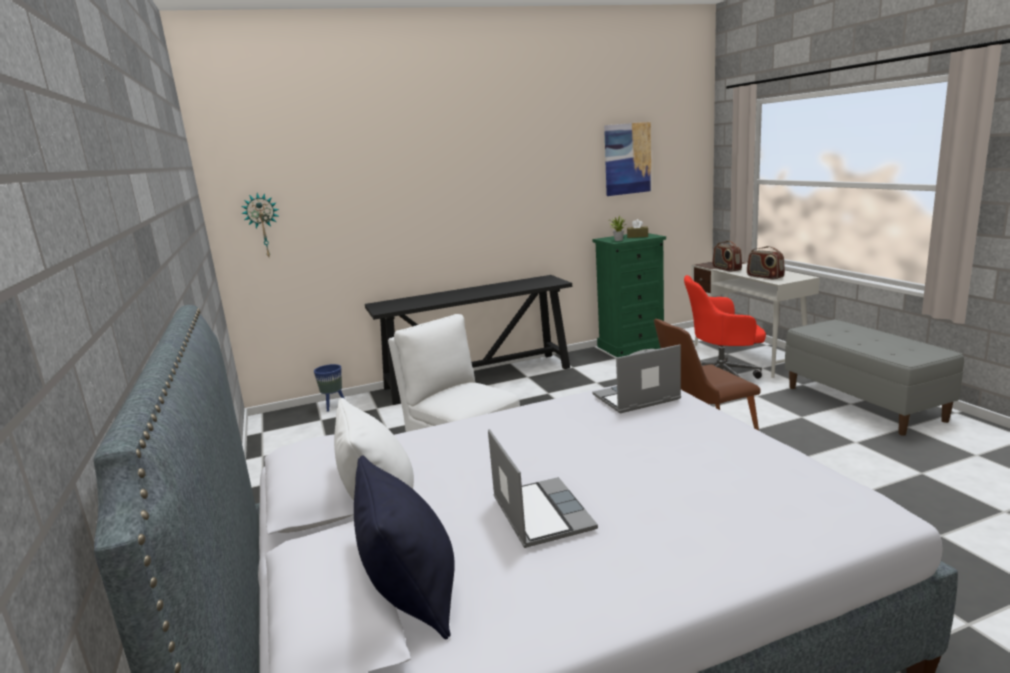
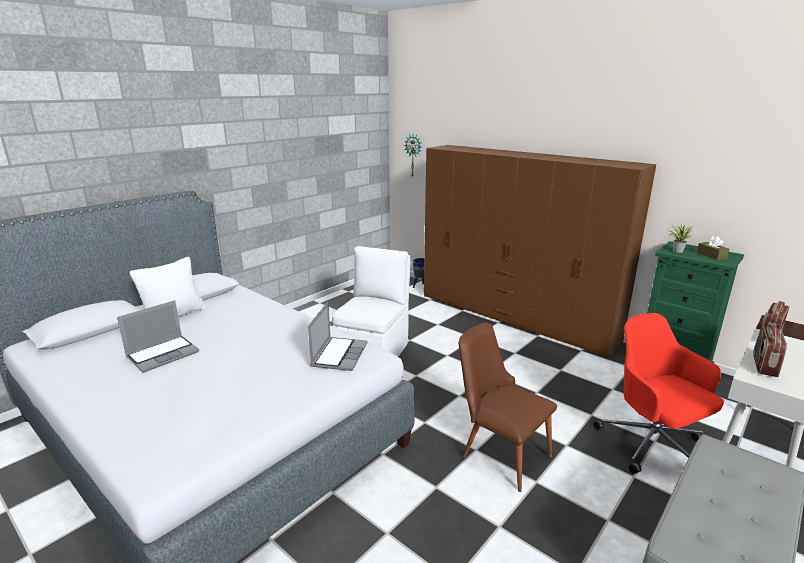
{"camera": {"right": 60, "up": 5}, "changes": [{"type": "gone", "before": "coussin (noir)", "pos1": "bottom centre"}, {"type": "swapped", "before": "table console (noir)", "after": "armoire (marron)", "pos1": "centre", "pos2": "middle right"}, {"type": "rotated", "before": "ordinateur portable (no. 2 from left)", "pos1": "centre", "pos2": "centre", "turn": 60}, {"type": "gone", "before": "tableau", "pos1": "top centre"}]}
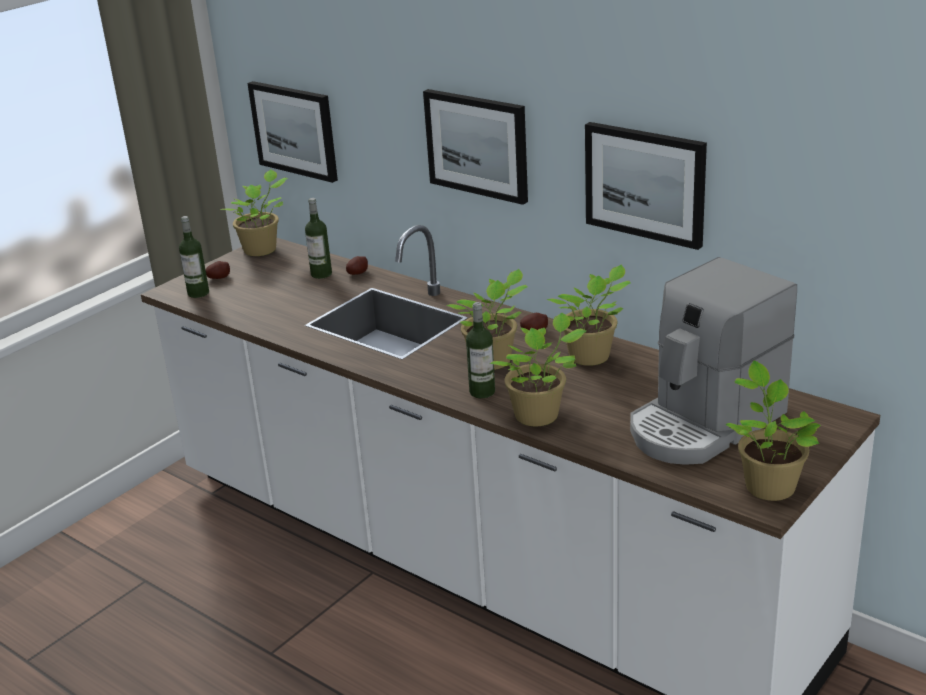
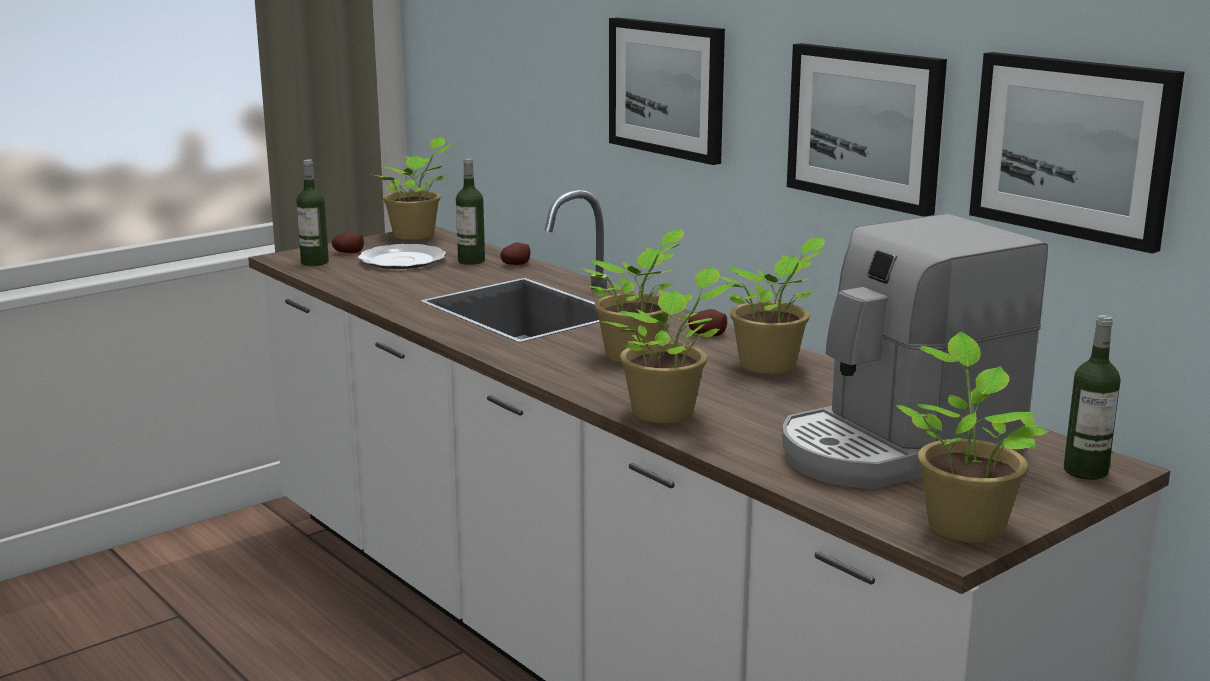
{"camera": {"right": 10, "up": -10}, "changes": [{"type": "shifted", "before": "tableau (no. 1 from left in the first image)", "after": "tableau (no. 3 from left)", "pos1": "top left", "pos2": "top right"}, {"type": "shifted", "before": "bouteille (no. 3 from left)", "pos1": "centre", "pos2": "middle right"}, {"type": "new", "after": "assiette", "pos2": "middle left"}]}
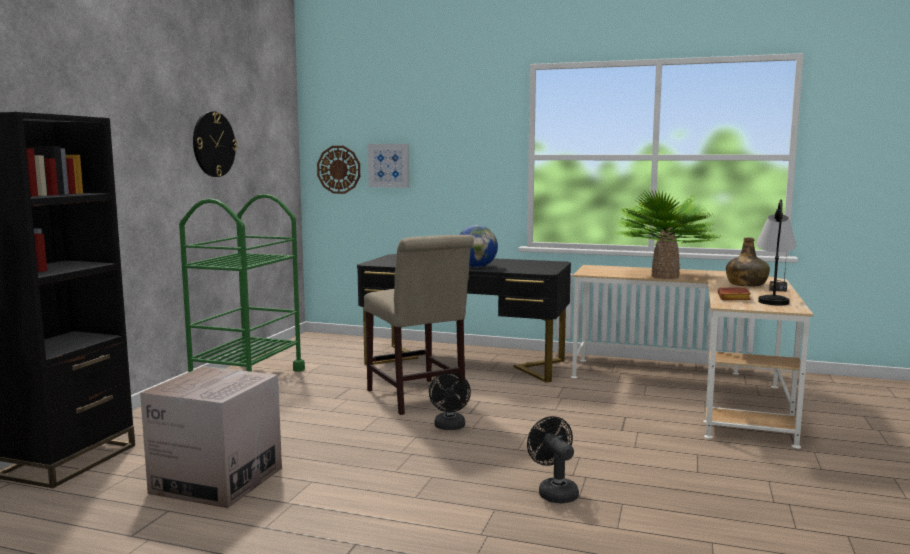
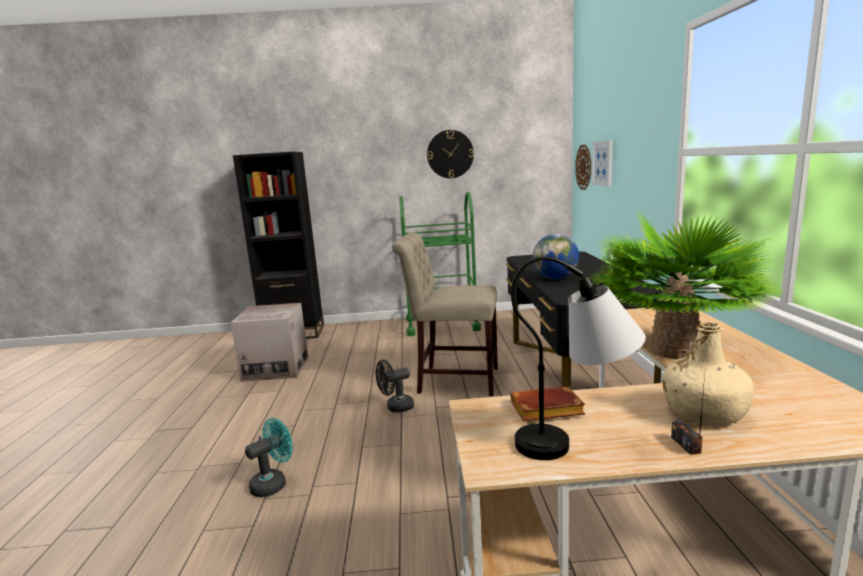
{"camera": {"right": 70, "up": 5}, "changes": [{"type": "rotated", "before": "chaise (beige)", "pos1": "centre", "pos2": "centre", "turn": 60}, {"type": "repainted", "before": "ventilateur (noir) (no. 2 from left)", "after": "ventilateur (turquoise)", "pos1": "bottom centre", "pos2": "bottom left"}, {"type": "repainted", "before": "bouteille (vert)", "after": "bouteille (beige)", "pos1": "middle right", "pos2": "middle right"}]}
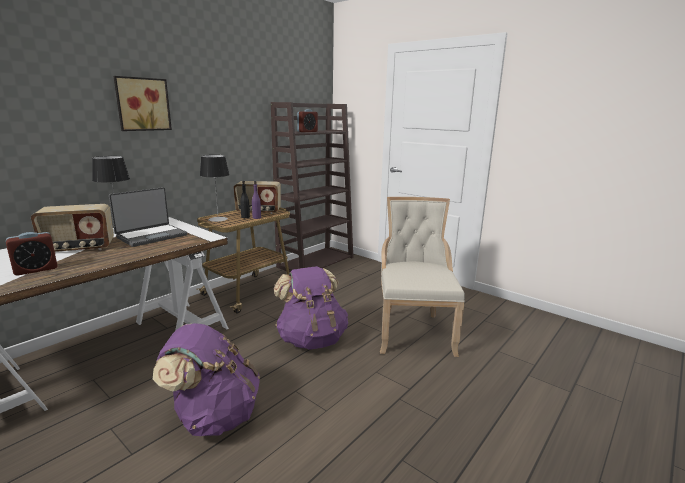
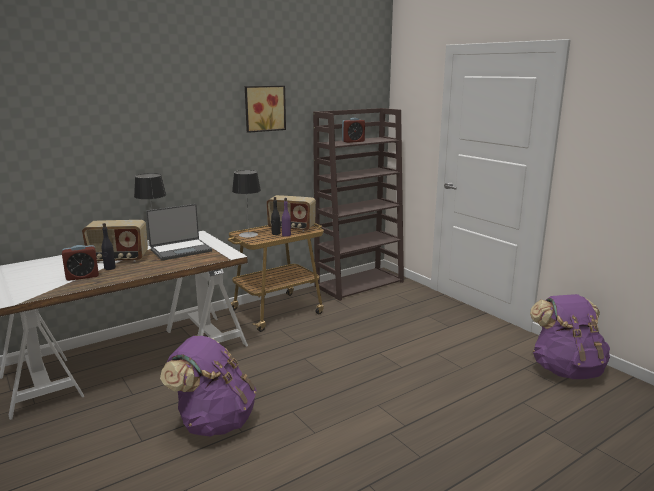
{"camera": {"right": 15, "up": 0}, "changes": [{"type": "shifted", "before": "tableau", "pos1": "top left", "pos2": "top centre"}, {"type": "shifted", "before": "sac à dos (violet) (no. 2 from left)", "pos1": "centre", "pos2": "bottom right"}, {"type": "gone", "before": "chaise (beige)", "pos1": "centre"}, {"type": "new", "after": "bouteille (noir) (no. 1 from left)", "pos2": "middle left"}]}
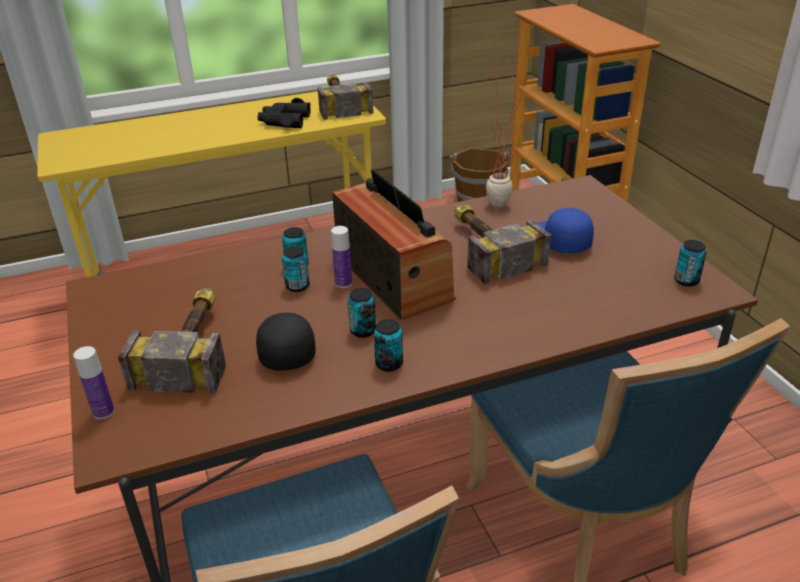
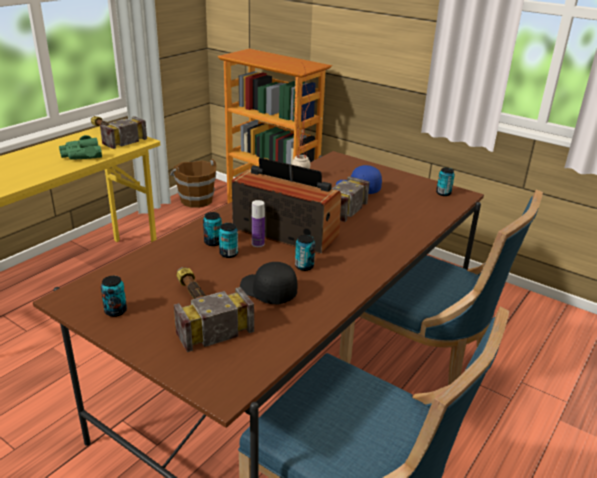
{"camera": {"right": -35, "up": -5}, "changes": [{"type": "gone", "before": "bouteille (no. 1 from left)", "pos1": "middle left"}, {"type": "repainted", "before": "jumelles (noir)", "after": "jumelles (vert)", "pos1": "top centre", "pos2": "top left"}, {"type": "shifted", "before": "boîte métallique (no. 4 from left in the first image)", "after": "boîte métallique (no. 1 from left)", "pos1": "centre", "pos2": "middle left"}]}
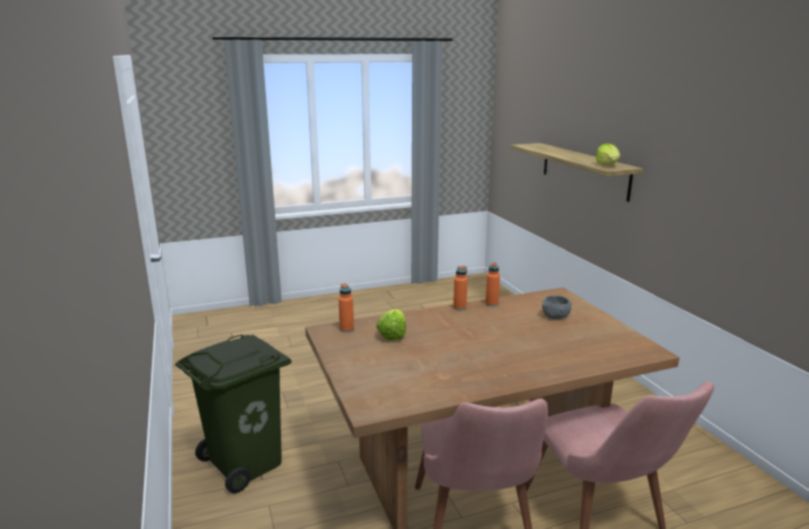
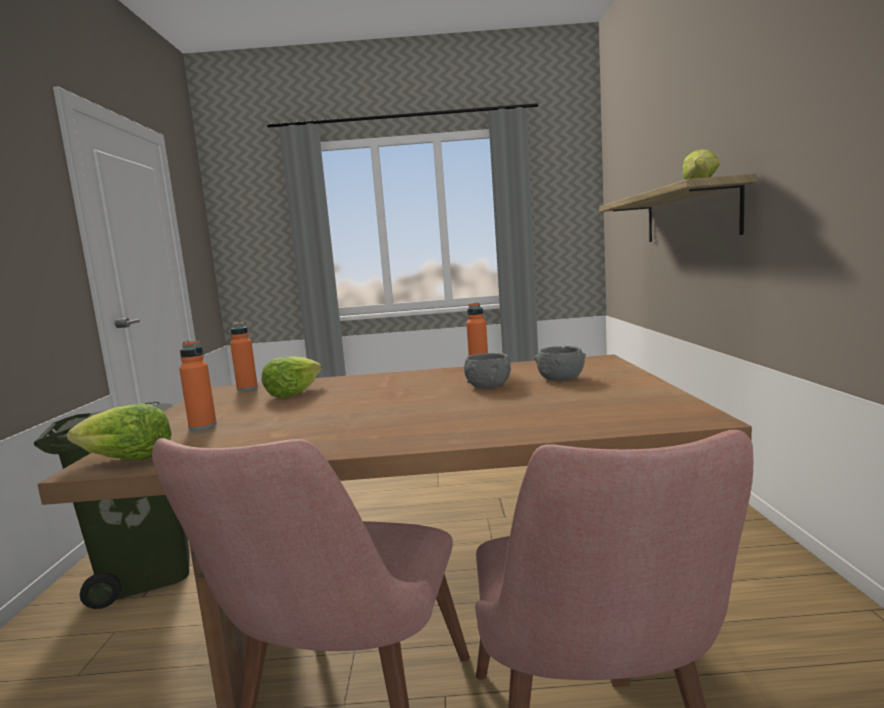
{"camera": {"right": 20, "up": -10}, "changes": [{"type": "shifted", "before": "bouteille (orange) (no. 2 from left in the first image)", "after": "bouteille (orange) (no. 1 from left)", "pos1": "centre", "pos2": "middle left"}, {"type": "new", "after": "laitue (no. 1 from left)", "pos2": "middle left"}, {"type": "new", "after": "bol (gris) (no. 1 from left)", "pos2": "centre"}]}
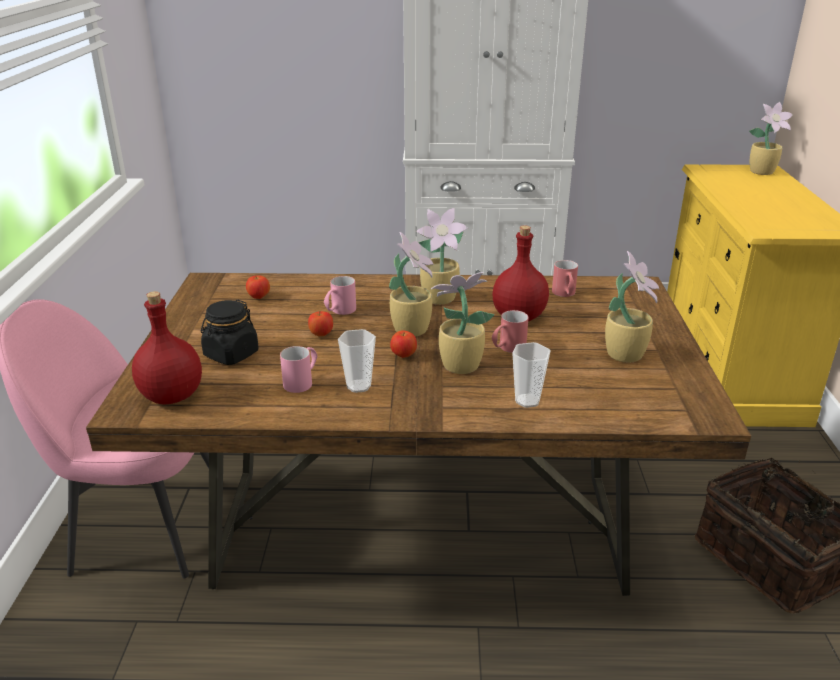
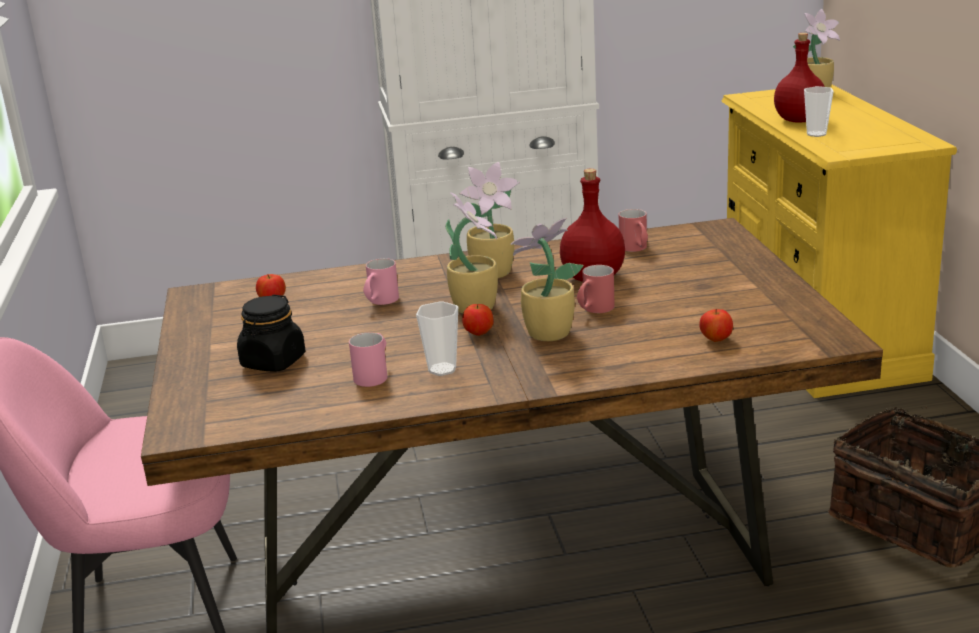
{"camera": {"right": -10, "up": -5}, "changes": [{"type": "shifted", "before": "bouteille (rouge) (no. 1 from left in the first image)", "after": "bouteille (rouge) (no. 2 from left)", "pos1": "middle left", "pos2": "top right"}, {"type": "shifted", "before": "pomme (no. 2 from left in the first image)", "after": "pomme (no. 3 from left)", "pos1": "centre", "pos2": "middle right"}, {"type": "shifted", "before": "tasse (no. 2 from left)", "pos1": "centre", "pos2": "top right"}, {"type": "gone", "before": "plante en pot (no. 4 from left)", "pos1": "middle right"}]}
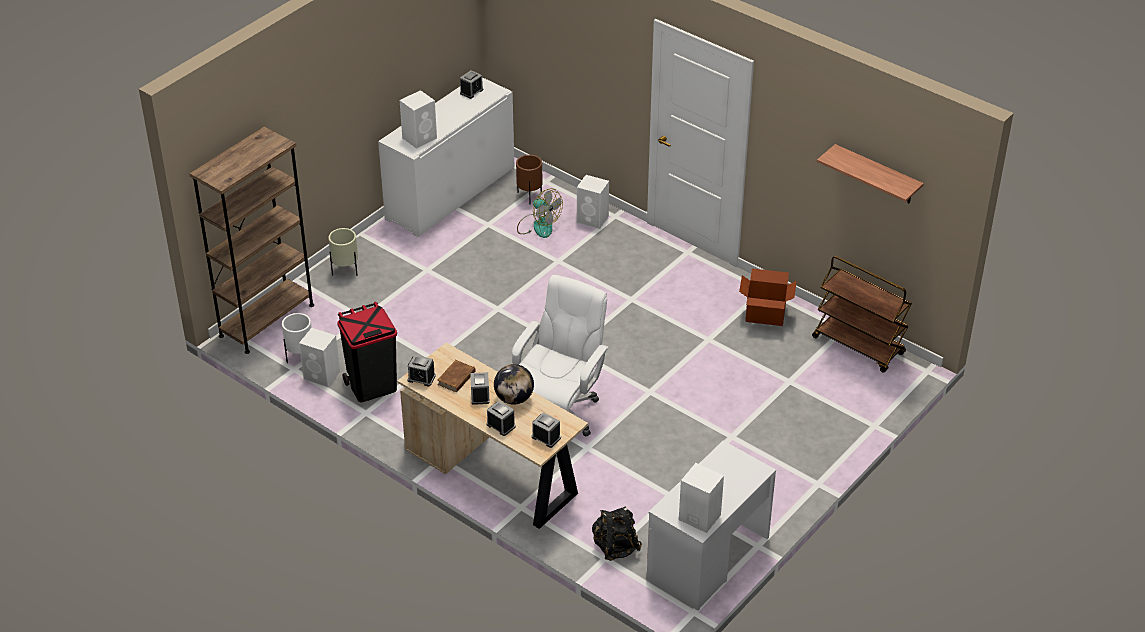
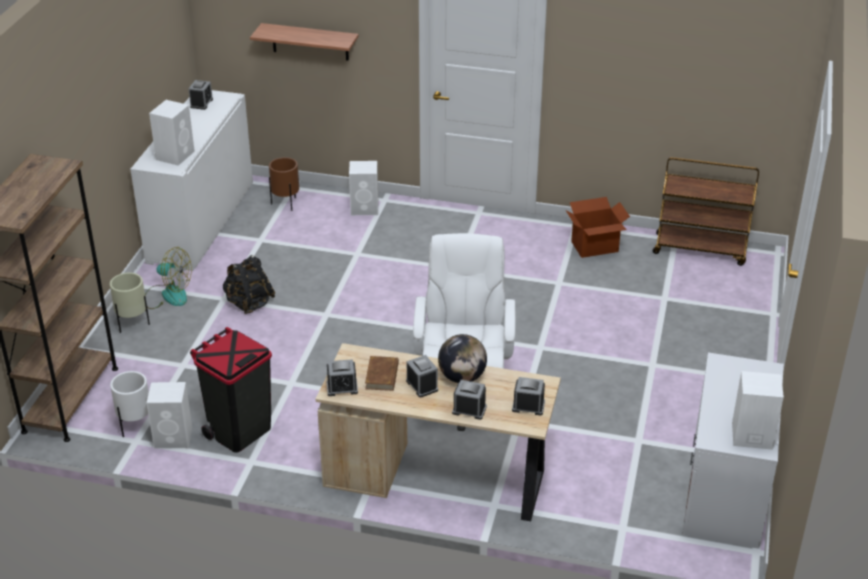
{"camera": {"right": -25, "up": -5}, "changes": [{"type": "shifted", "before": "ventilateur", "pos1": "centre", "pos2": "middle left"}, {"type": "shifted", "before": "sac à dos (noir)", "pos1": "bottom centre", "pos2": "middle left"}, {"type": "shifted", "before": "étagère", "pos1": "top right", "pos2": "top centre"}]}
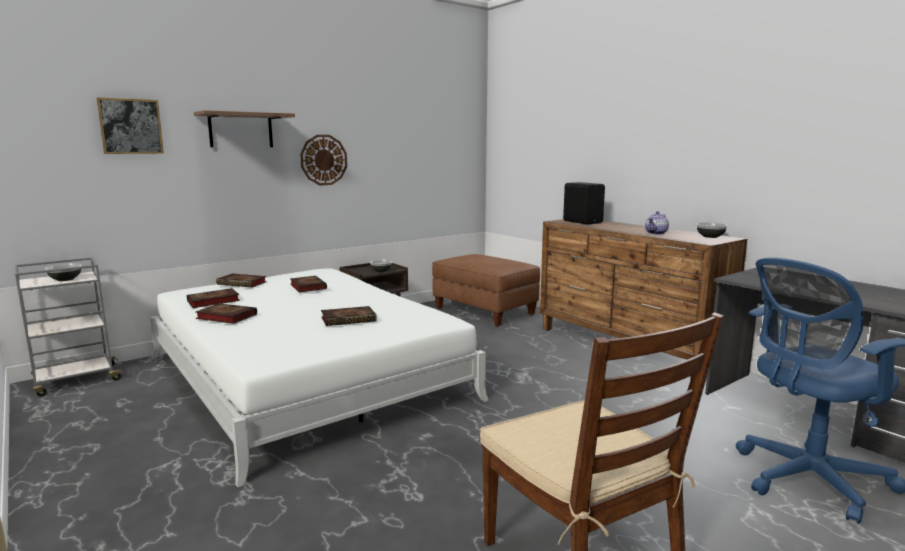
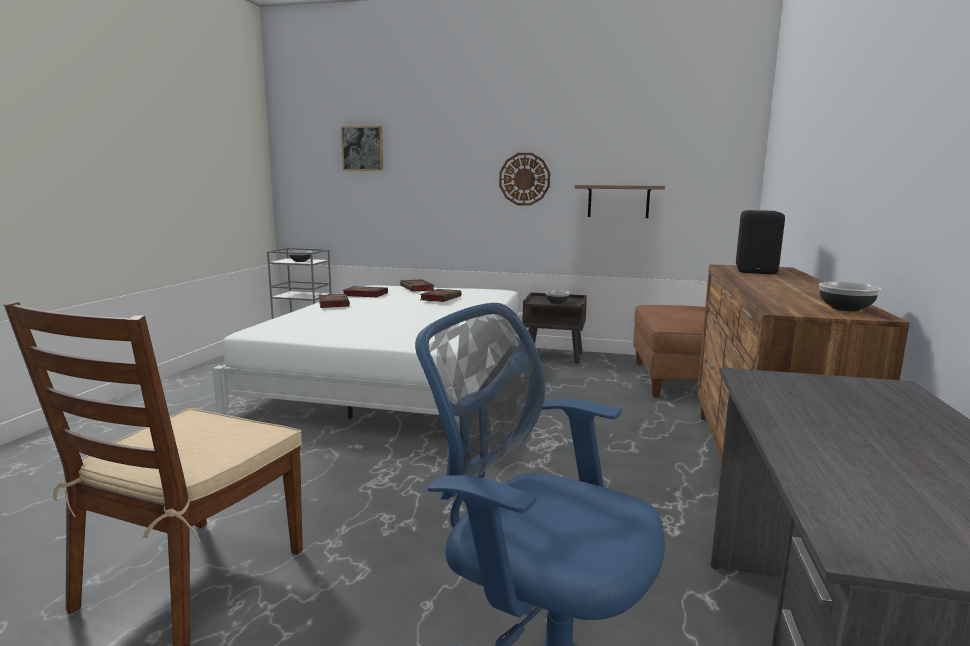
{"camera": {"right": 50, "up": 0}, "changes": [{"type": "shifted", "before": "étagère", "pos1": "top left", "pos2": "top centre"}, {"type": "gone", "before": "livre (no. 5 from left)", "pos1": "centre"}, {"type": "gone", "before": "théière", "pos1": "middle right"}]}
